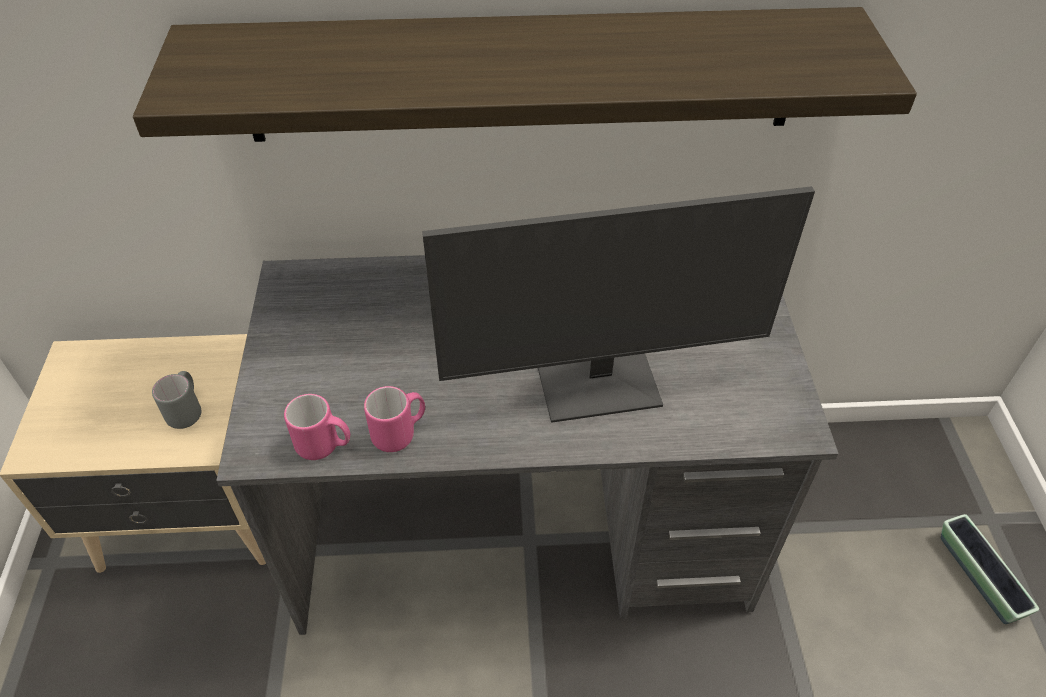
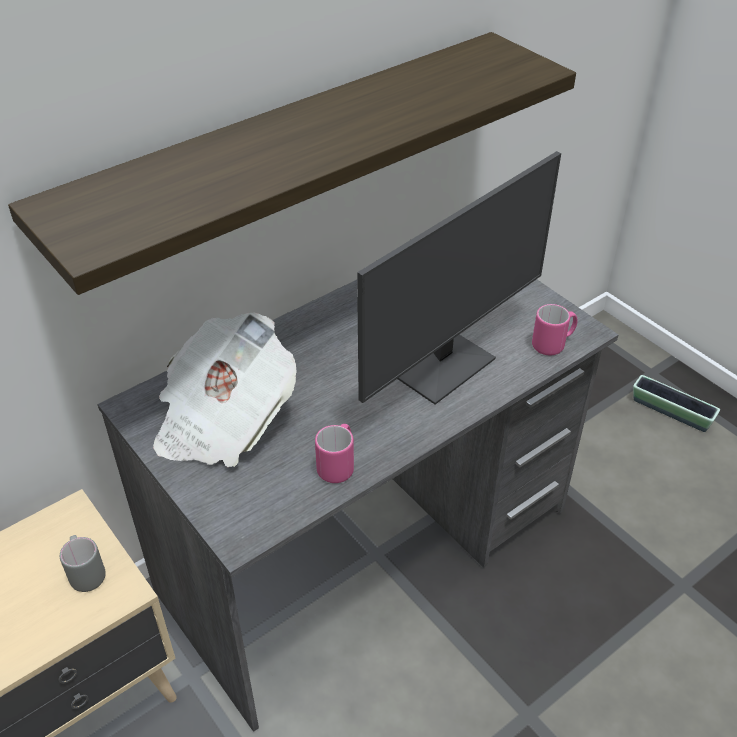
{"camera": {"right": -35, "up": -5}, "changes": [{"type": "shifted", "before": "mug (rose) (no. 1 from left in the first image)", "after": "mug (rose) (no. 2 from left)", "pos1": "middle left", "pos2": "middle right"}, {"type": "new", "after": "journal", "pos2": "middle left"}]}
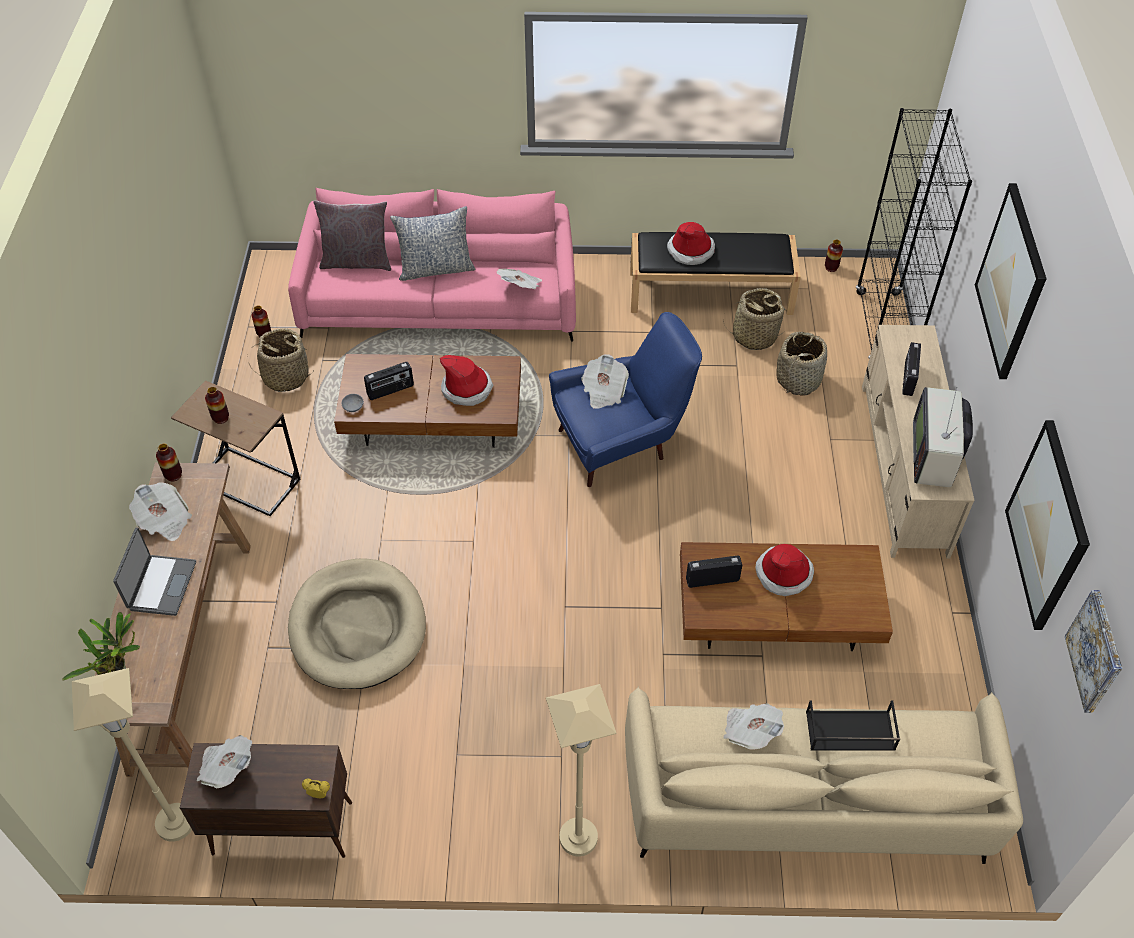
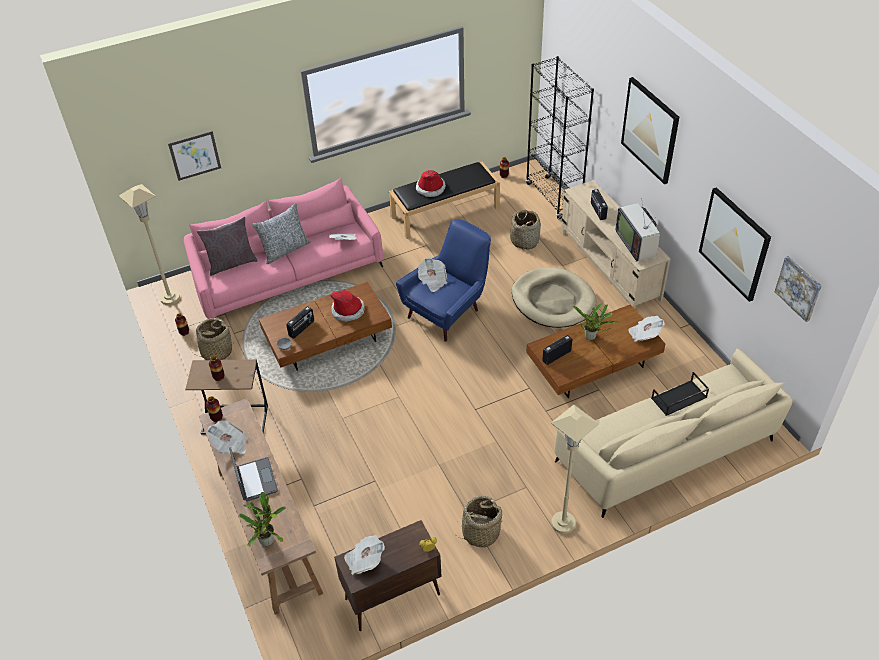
{"camera": {"right": -25, "up": -5}, "changes": [{"type": "shifted", "before": "lampadaire (beige) (no. 1 from left)", "pos1": "bottom left", "pos2": "middle left"}, {"type": "shifted", "before": "panier pour chien (beige)", "pos1": "middle left", "pos2": "centre"}, {"type": "shifted", "before": "panier (no. 2 from left)", "pos1": "centre", "pos2": "bottom centre"}, {"type": "shifted", "before": "journal (no. 5 from left)", "pos1": "bottom centre", "pos2": "middle right"}, {"type": "swapped", "before": "chapeau (no. 3 from left)", "after": "plante en pot (no. 2 from left)", "pos1": "middle right", "pos2": "middle right"}, {"type": "new", "after": "tableau (no. 1 from left)", "pos2": "top left"}]}
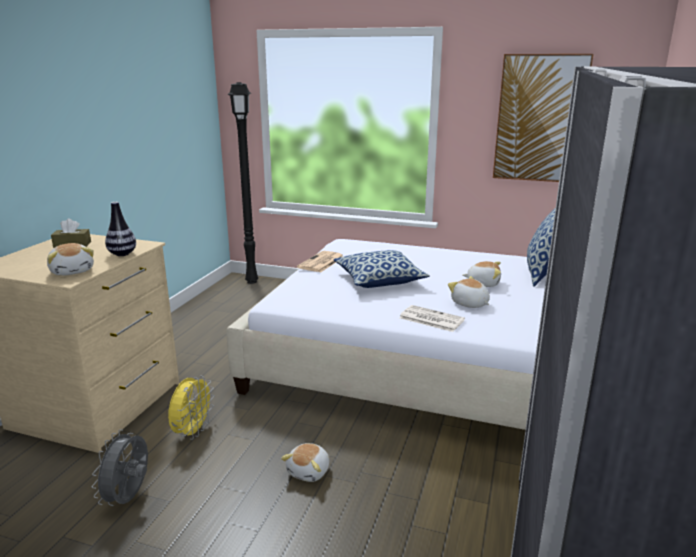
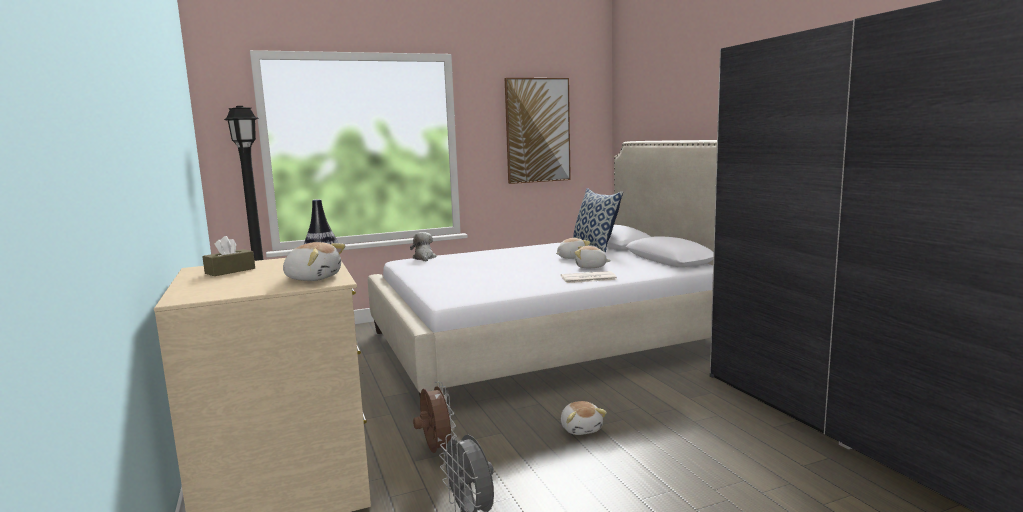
{"camera": {"right": -40, "up": -10}, "changes": [{"type": "repainted", "before": "ventilateur (jaune)", "after": "ventilateur (marron)", "pos1": "bottom left", "pos2": "bottom centre"}, {"type": "gone", "before": "journal (no. 1 from left)", "pos1": "centre"}, {"type": "gone", "before": "coussin (no. 1 from left)", "pos1": "centre"}, {"type": "new", "after": "peluche (no. 2 from left)", "pos2": "centre"}]}
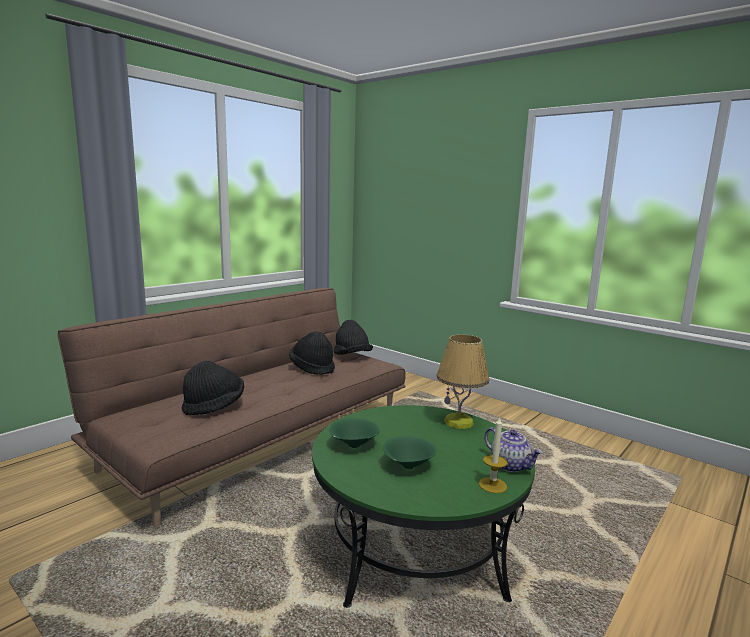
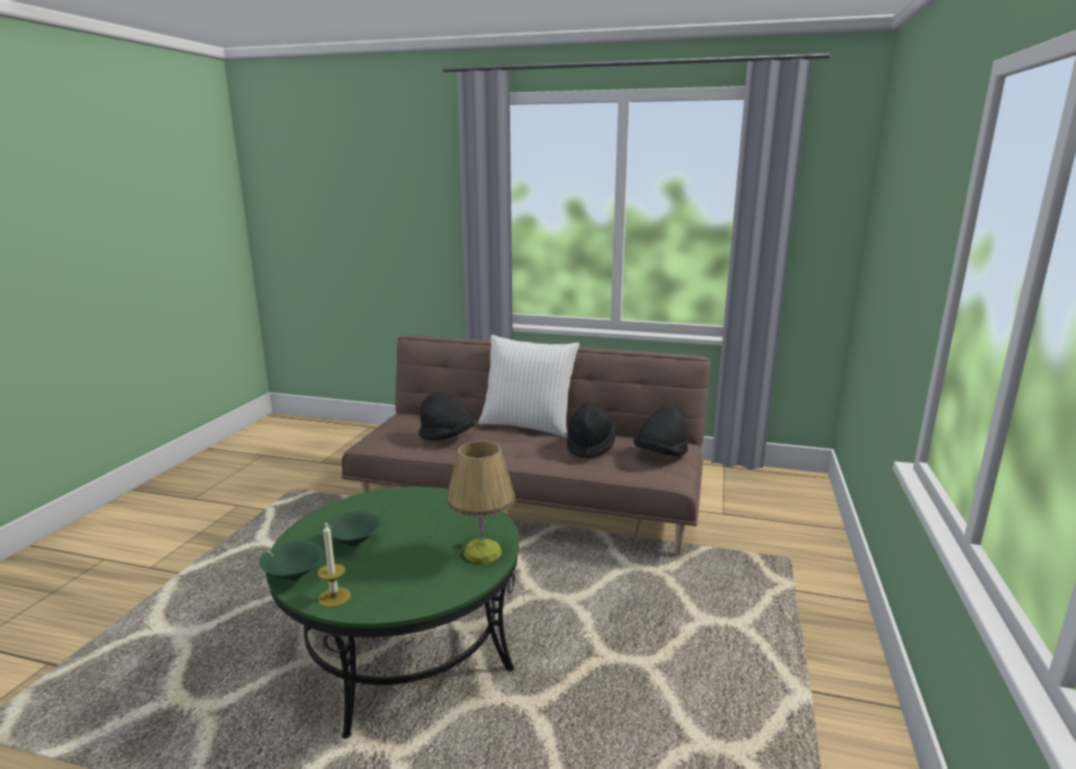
{"camera": {"right": 65, "up": 5}, "changes": [{"type": "shifted", "before": "bol (vert) (no. 1 from left)", "pos1": "bottom centre", "pos2": "bottom left"}, {"type": "gone", "before": "théière", "pos1": "bottom right"}, {"type": "new", "after": "coussin (blanc)", "pos2": "centre"}]}
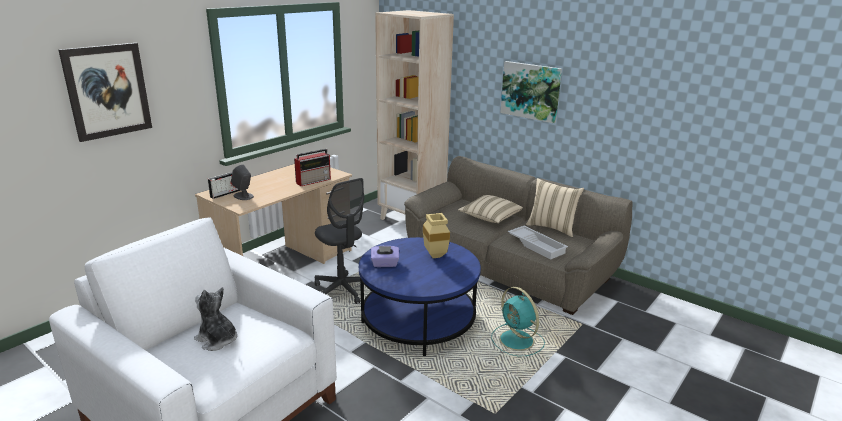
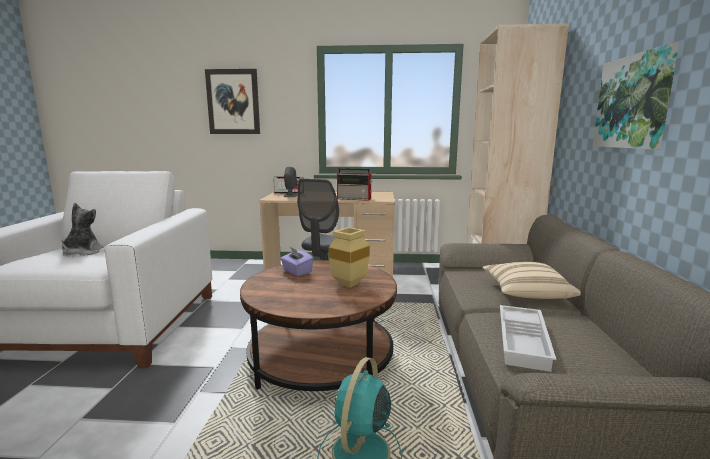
{"camera": {"right": 55, "up": -10}, "changes": [{"type": "repainted", "before": "table basse (bleu)", "after": "table basse (marron)", "pos1": "bottom centre", "pos2": "bottom centre"}, {"type": "gone", "before": "coussin (beige) (no. 2 from left)", "pos1": "centre"}]}
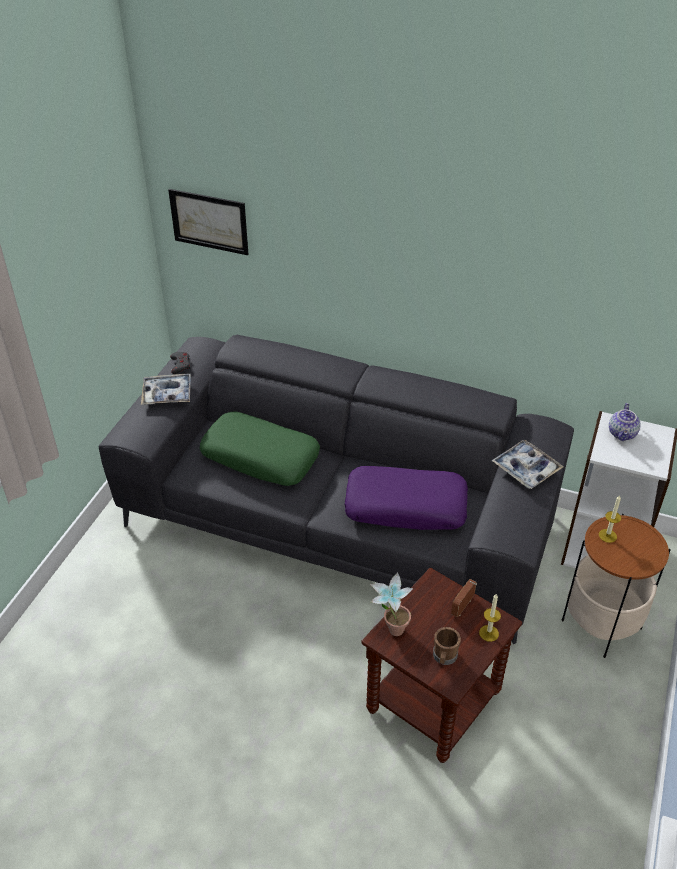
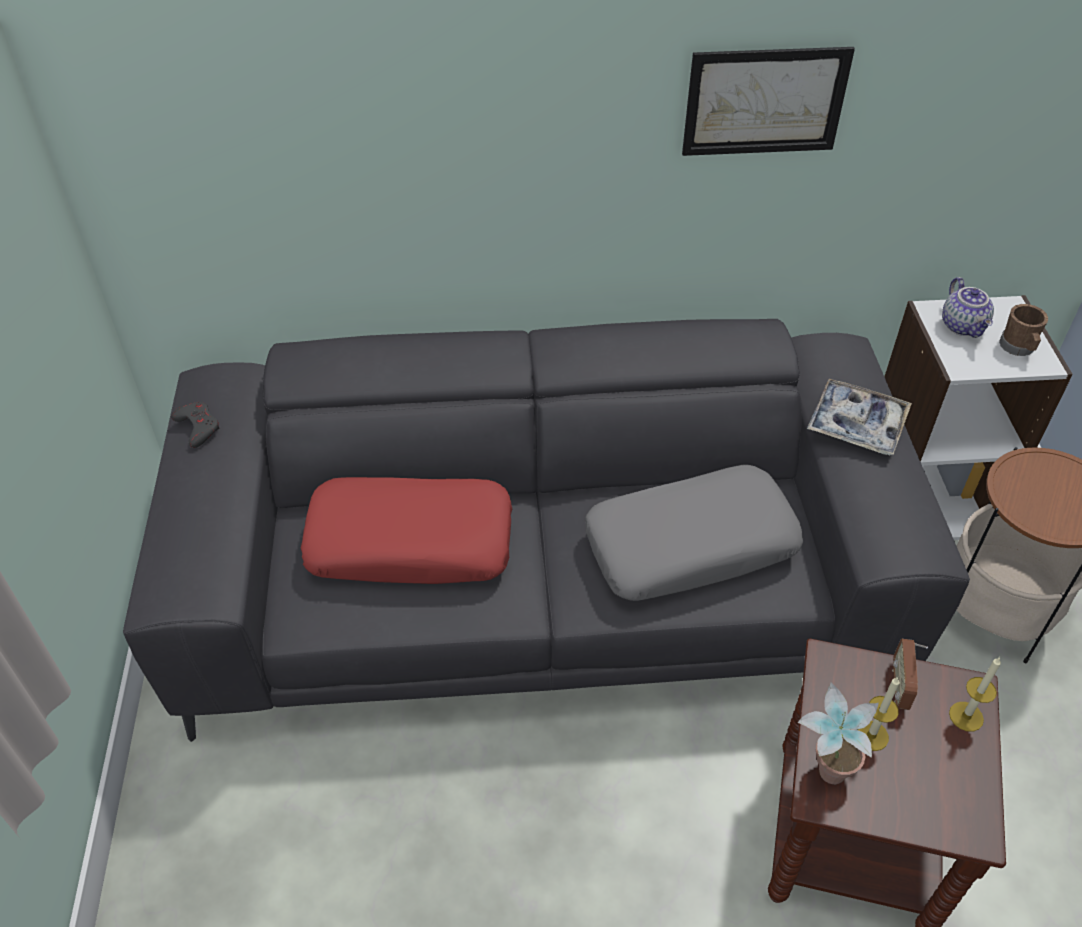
{"camera": {"right": -25, "up": 5}, "changes": [{"type": "gone", "before": "plateau (no. 1 from left)", "pos1": "middle left"}, {"type": "shifted", "before": "tableau", "pos1": "top left", "pos2": "top right"}, {"type": "repainted", "before": "coussin (vert)", "after": "coussin (rouge)", "pos1": "centre", "pos2": "centre"}, {"type": "repainted", "before": "coussin (violet)", "after": "coussin (gris)", "pos1": "centre", "pos2": "centre"}, {"type": "shifted", "before": "mug (marron)", "pos1": "bottom centre", "pos2": "middle right"}, {"type": "shifted", "before": "bougie (no. 2 from left in the first image)", "after": "bougie (no. 1 from left)", "pos1": "middle right", "pos2": "bottom right"}]}
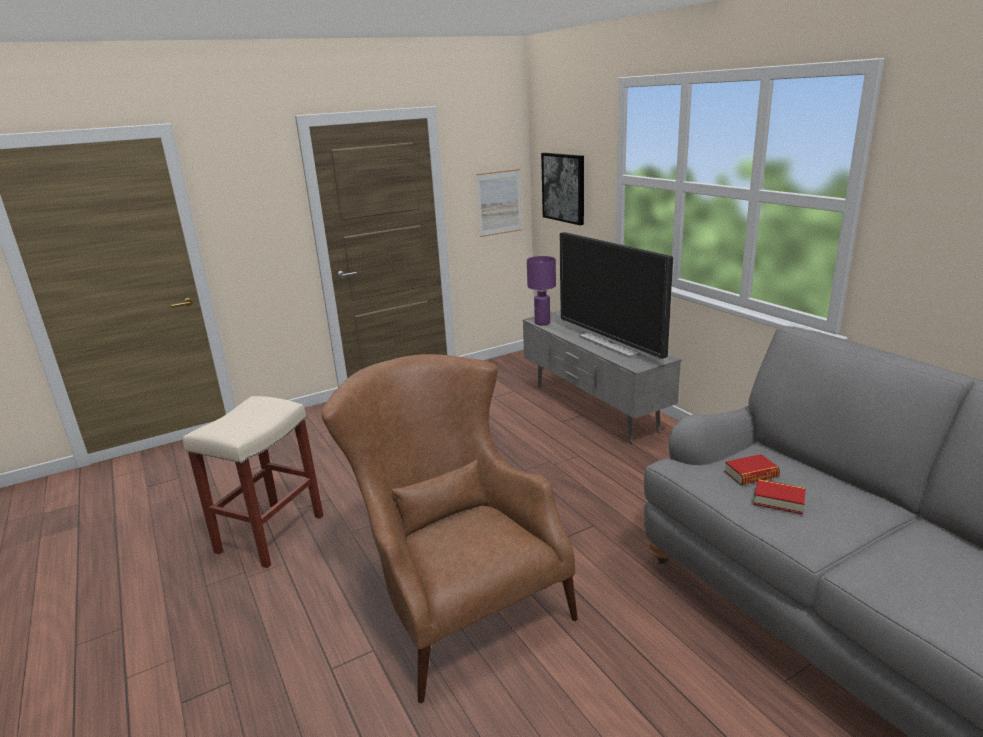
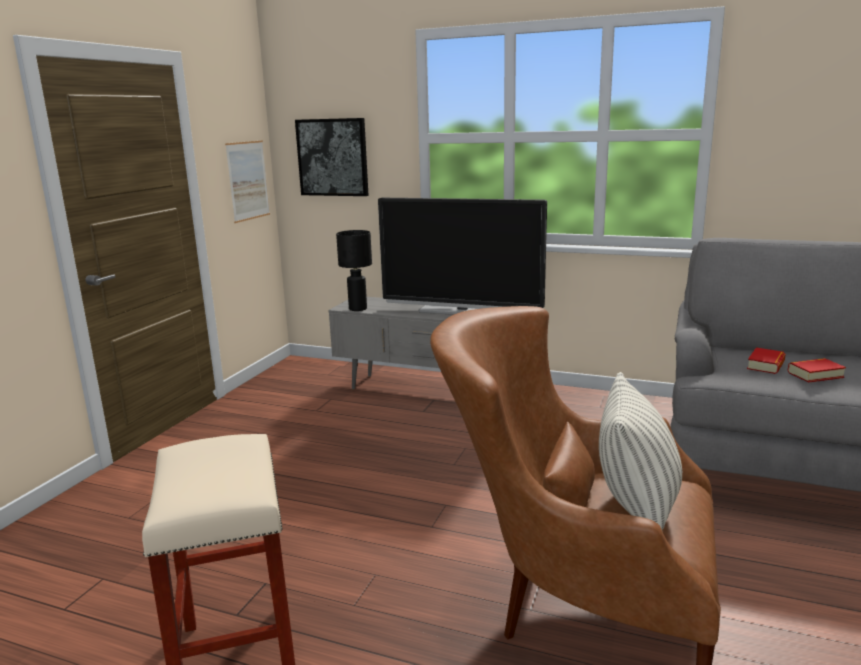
{"camera": {"right": -40, "up": -5}, "changes": [{"type": "repainted", "before": "lampe de table (violet)", "after": "lampe de table (noir)", "pos1": "centre", "pos2": "centre"}, {"type": "new", "after": "coussin", "pos2": "bottom right"}]}
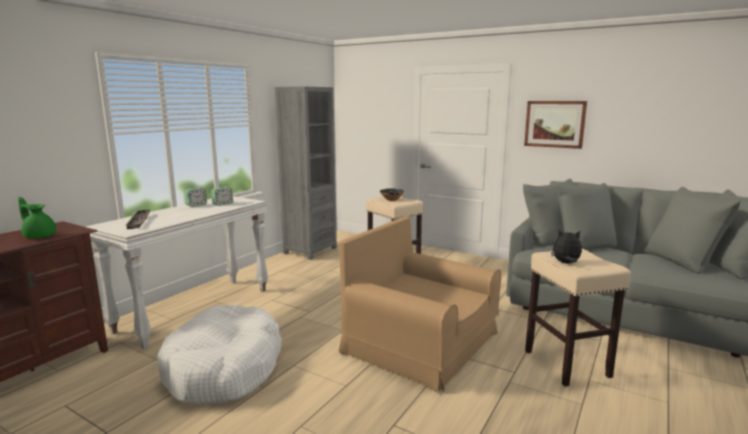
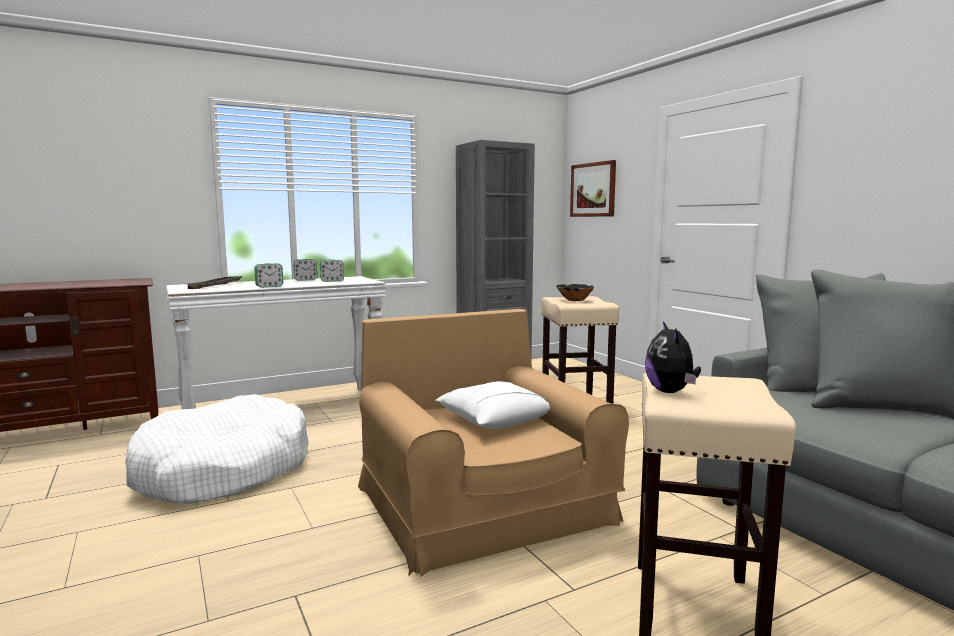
{"camera": {"right": 30, "up": -5}, "changes": [{"type": "gone", "before": "théière (vert)", "pos1": "middle left"}, {"type": "shifted", "before": "tableau", "pos1": "top right", "pos2": "top centre"}, {"type": "rotated", "before": "peluche", "pos1": "middle right", "pos2": "middle right", "turn": -135}, {"type": "new", "after": "réveil (no. 1 from left)", "pos2": "middle left"}, {"type": "new", "after": "coussin (blanc)", "pos2": "centre"}]}
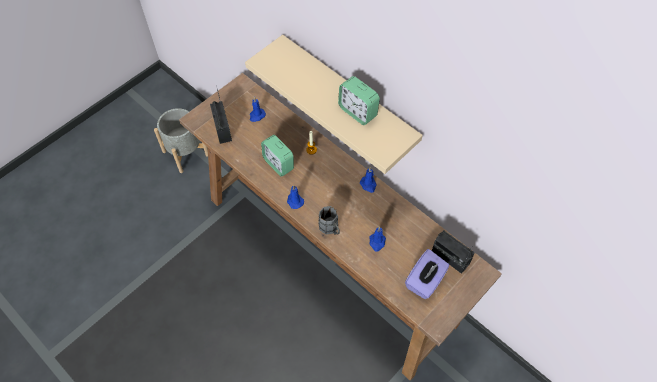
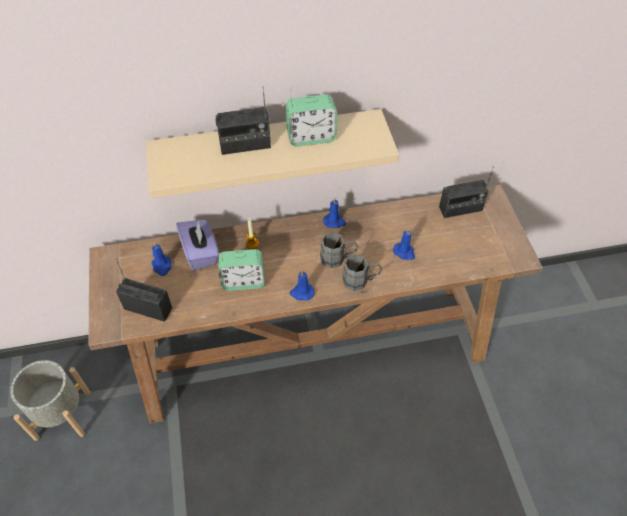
{"camera": {"right": -55, "up": -5}, "changes": [{"type": "shifted", "before": "boîte à mouchoirs (violet)", "pos1": "bottom centre", "pos2": "middle left"}, {"type": "new", "after": "radio (no. 2 from left)", "pos2": "top centre"}, {"type": "new", "after": "mug (gris) (no. 1 from left)", "pos2": "centre"}]}
